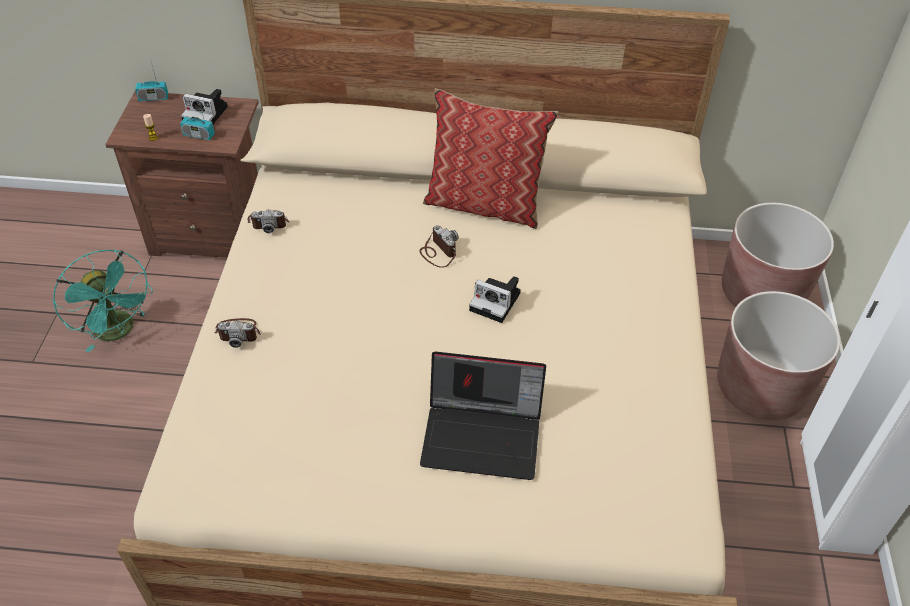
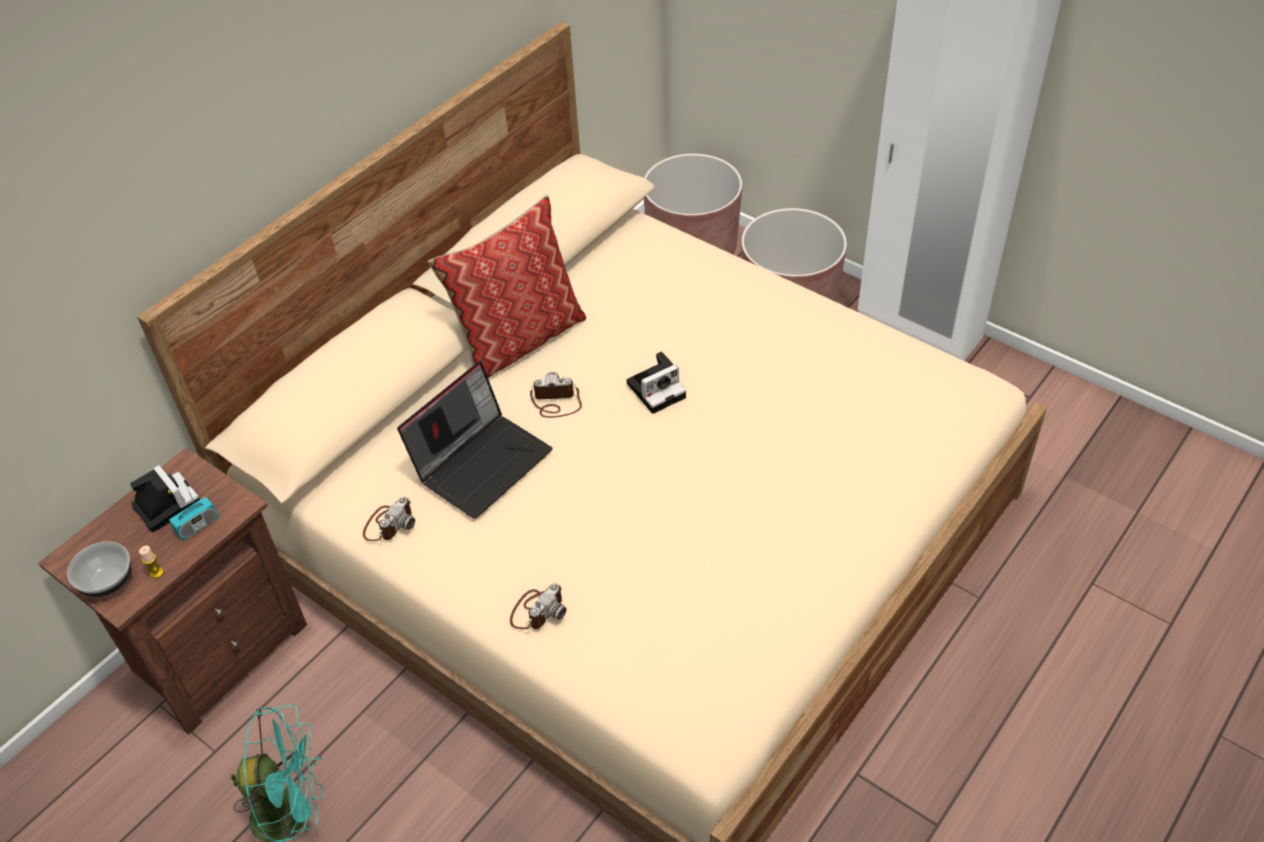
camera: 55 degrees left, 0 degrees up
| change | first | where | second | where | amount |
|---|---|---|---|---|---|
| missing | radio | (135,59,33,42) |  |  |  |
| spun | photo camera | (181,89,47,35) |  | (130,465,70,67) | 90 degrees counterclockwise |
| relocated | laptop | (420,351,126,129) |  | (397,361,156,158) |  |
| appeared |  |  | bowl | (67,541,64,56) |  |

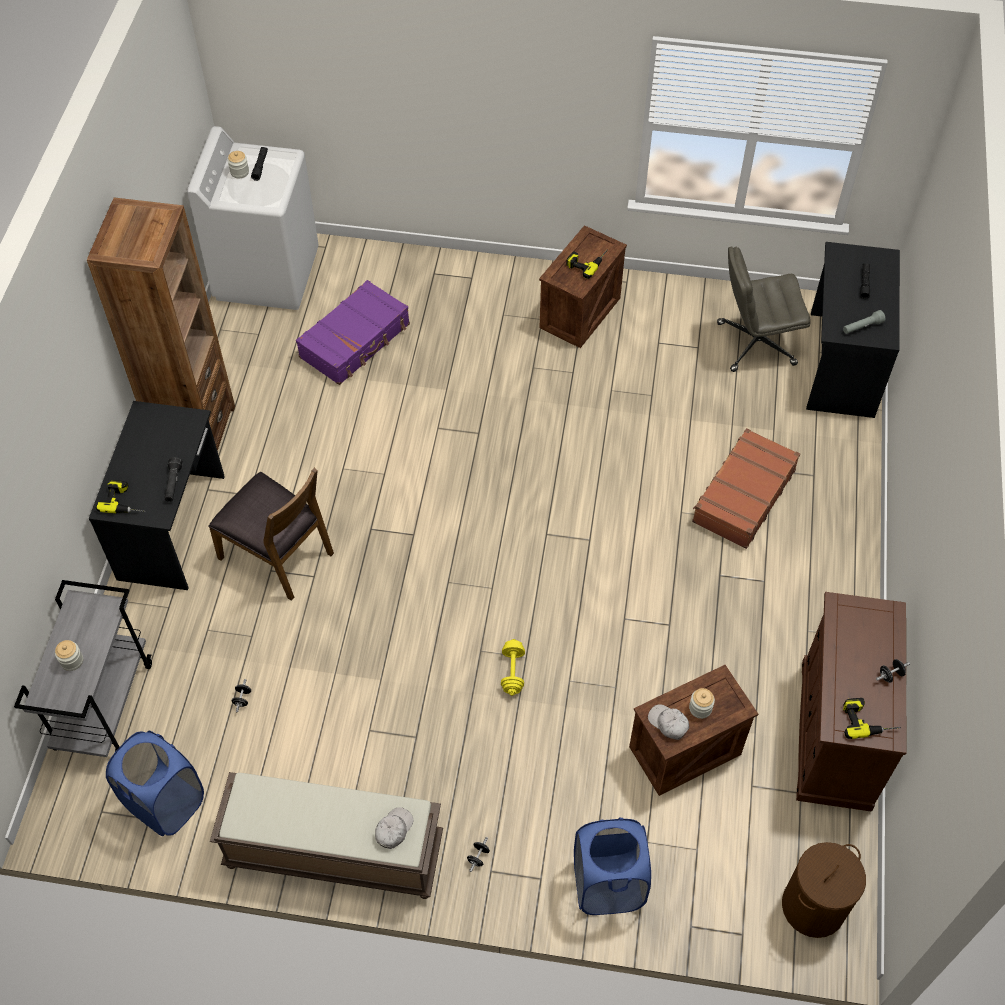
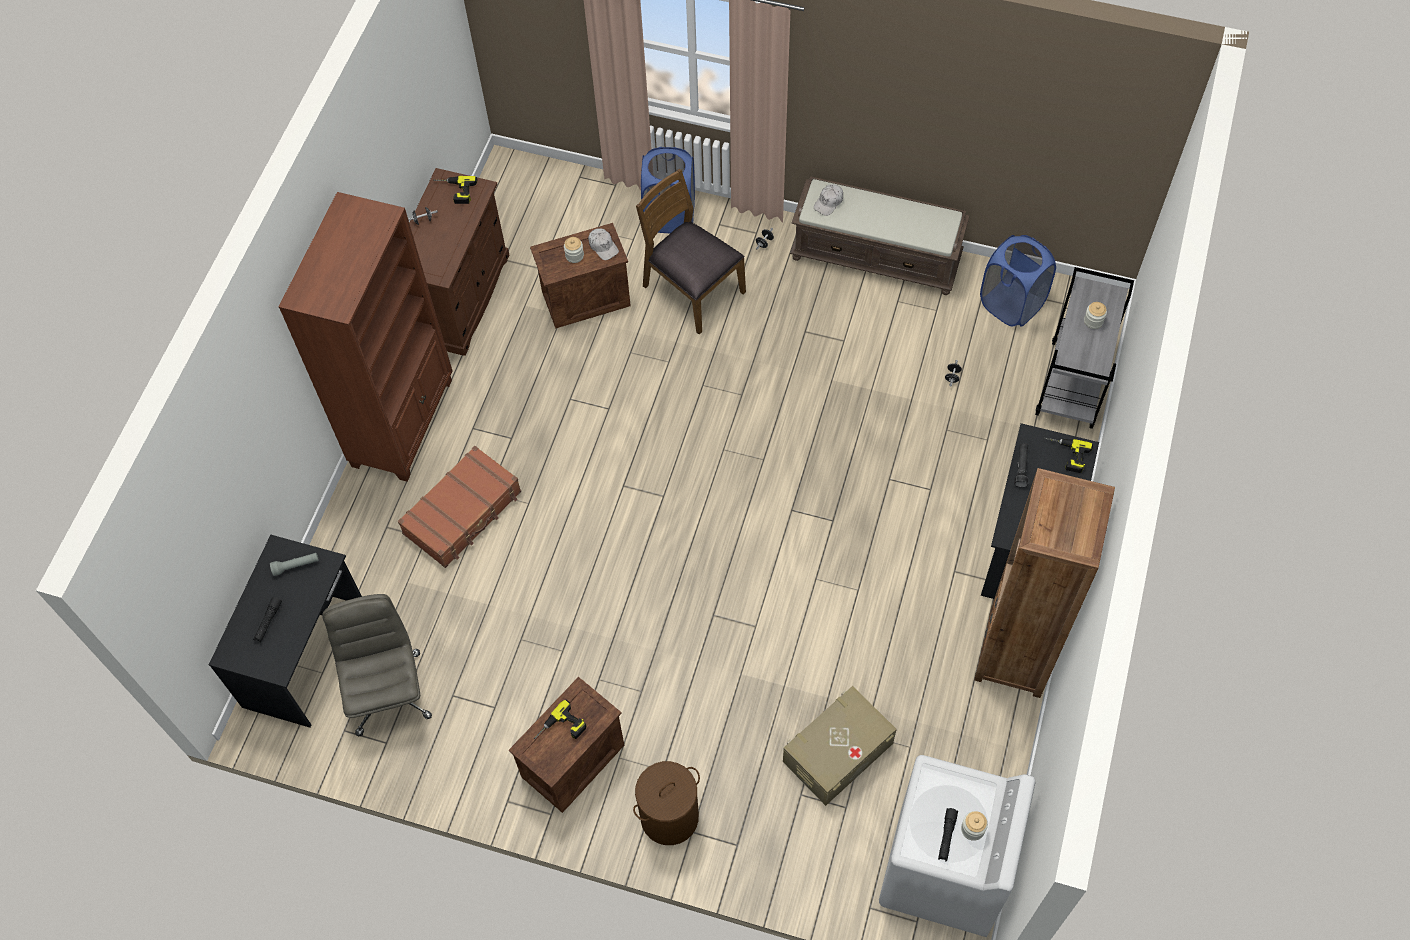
camera: 170 degrees left, 5 degrees up
| change | first | where | second | where | amount |
|---|---|---|---|---|---|
| spun | office chair (grey) | (717,246,94,126) |  | (322,594,110,142) | 105 degrees counterclockwise |
| exchanged | suitcase (purple) | (296,280,114,105) | storage box (beige) | (783,686,114,120) |  |
| relocated | chair (brown) | (208,468,126,133) |  | (636,169,110,166) |  |
| missing | dumbbell (yellow) | (501,639,24,57) |  |  |  |
| relocated | laundry basket (brown) | (782,842,84,96) |  | (633,761,67,84) |  |
| appeared |  |  | bookcase (brown) | (279,192,173,290) |  |

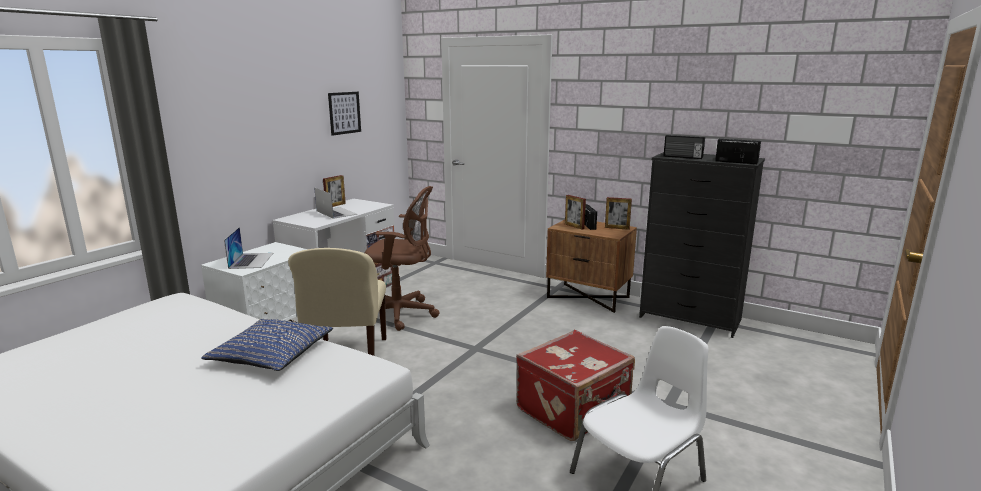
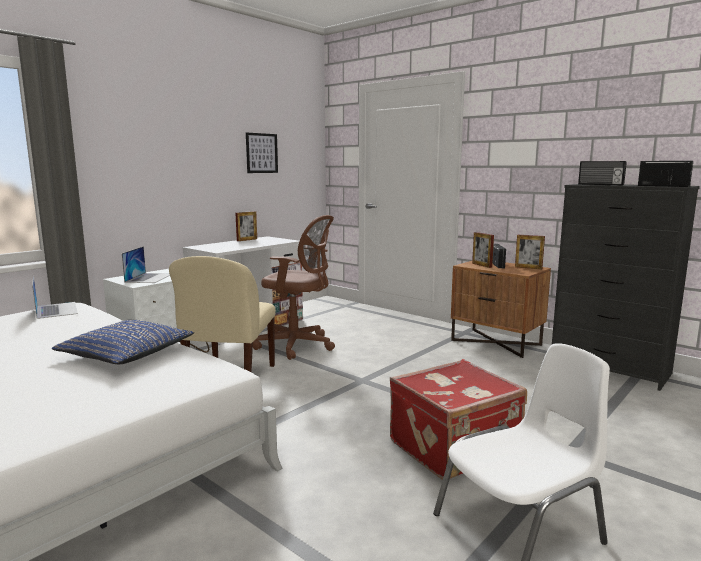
camera: 10 degrees right, 5 degrees down
| change | first | where | second | where | amount |
|---|---|---|---|---|---|
| relocated | laptop | (314,188,43,31) |  | (32,275,46,44) |  |

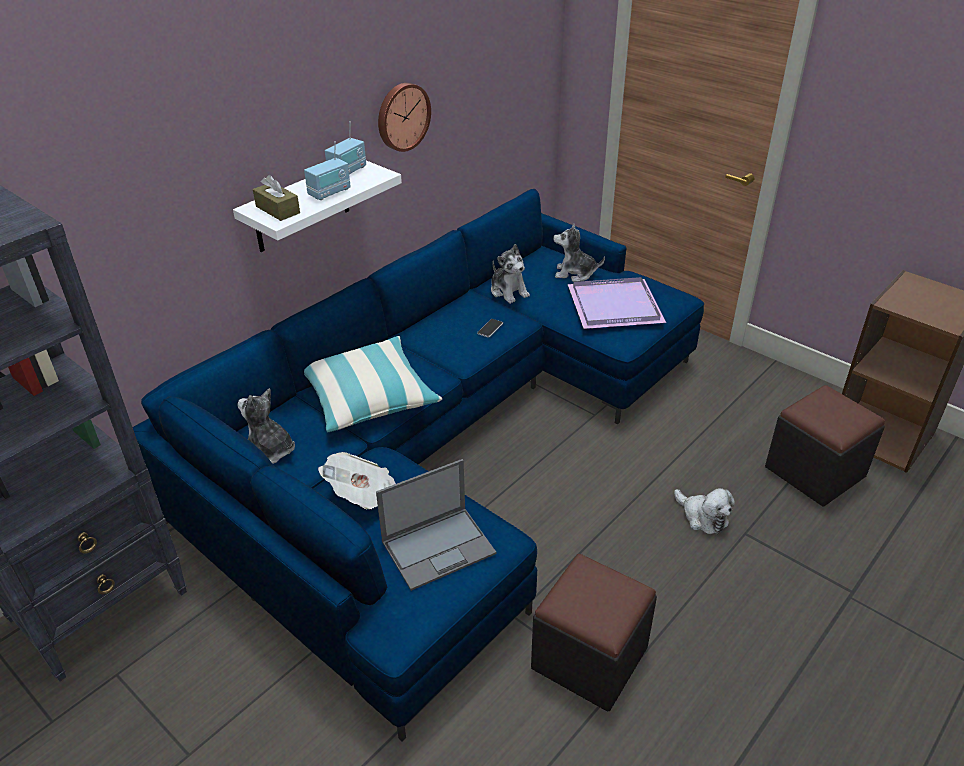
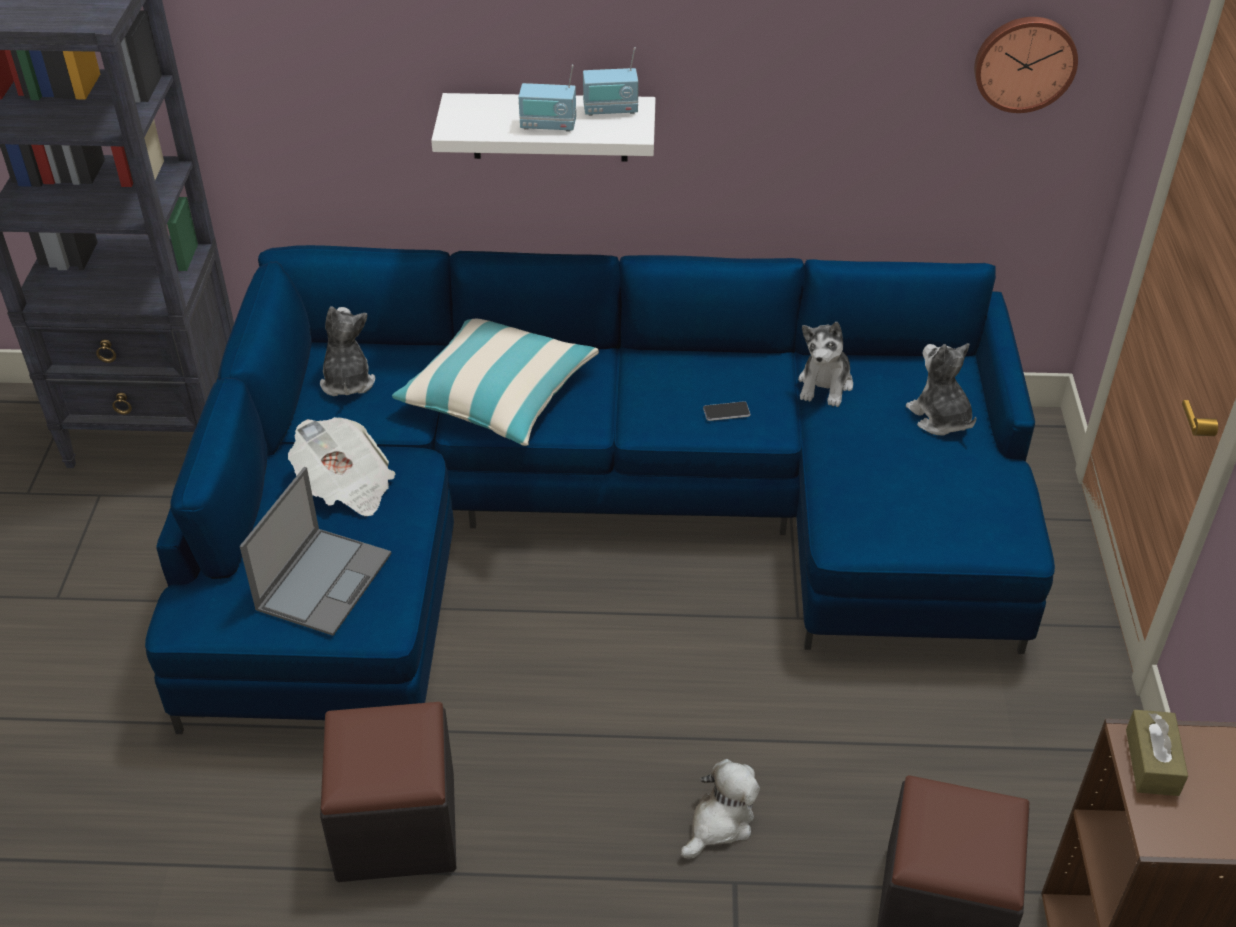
camera: 50 degrees right, 5 degrees up
| change | first | where | second | where | amount |
|---|---|---|---|---|---|
| relocated | wall clock | (378,83,53,69) |  | (974,17,104,96) |  |
| relocated | tissue box (brown) | (253,175,47,46) |  | (1126,710,62,86) |  |
| missing | tray (purple) | (568,277,98,52) |  |  |  |
| spun | laptop | (376,459,120,132) |  | (240,467,151,169) | 90 degrees counterclockwise |
| spun | plush toy | (674,488,61,46) |  | (681,759,79,100) | 150 degrees counterclockwise |

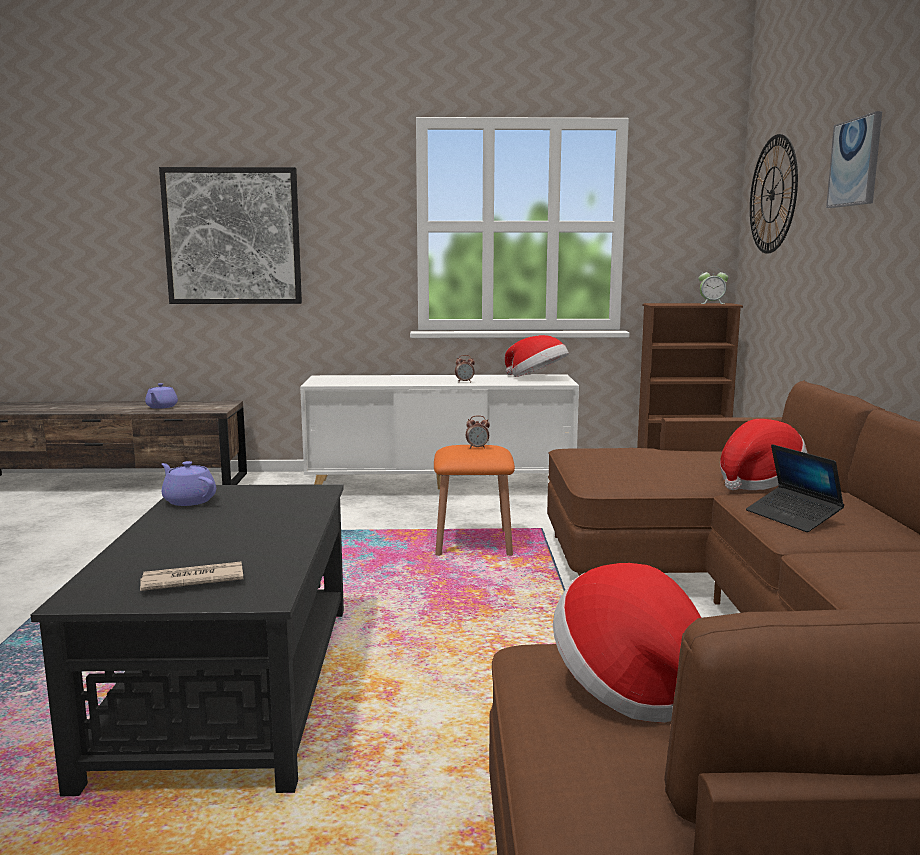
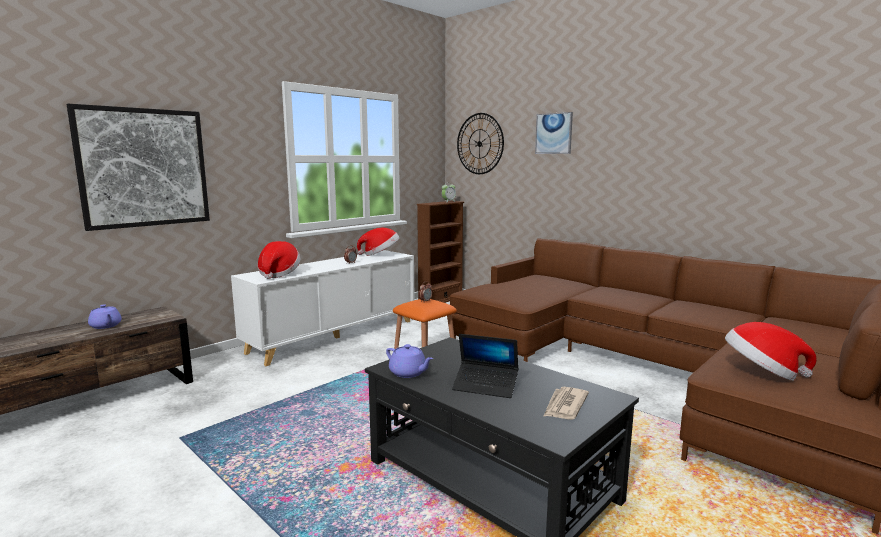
camera: 45 degrees left, 0 degrees up
| change | first | where | second | where | amount |
|---|---|---|---|---|---|
| relocated | hat | (720,419,87,71) |  | (257,241,43,38) |  |
| relocated | laptop | (746,444,98,88) |  | (452,334,66,64) |  |
| spun | teapot (purple) | (162,461,54,45) |  | (386,344,47,34) | 135 degrees counterclockwise |

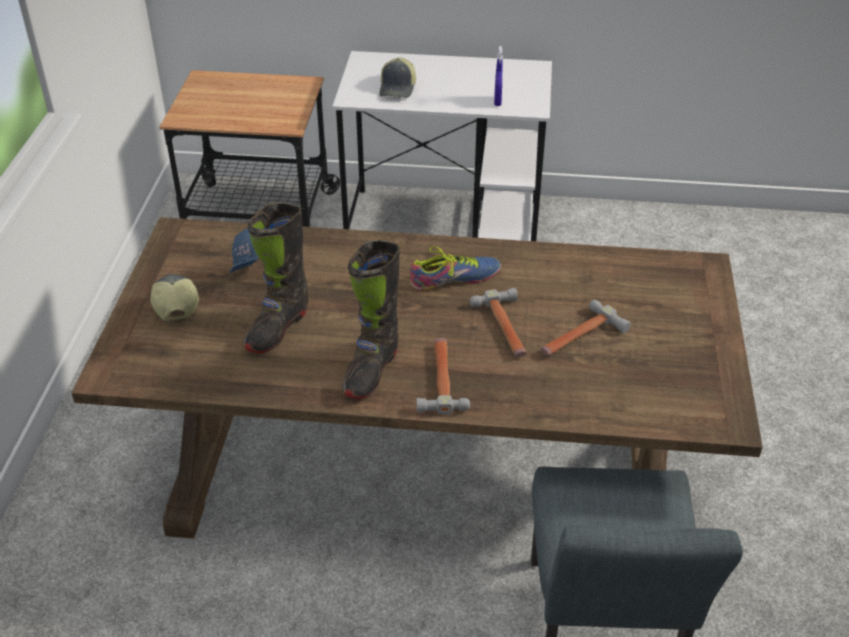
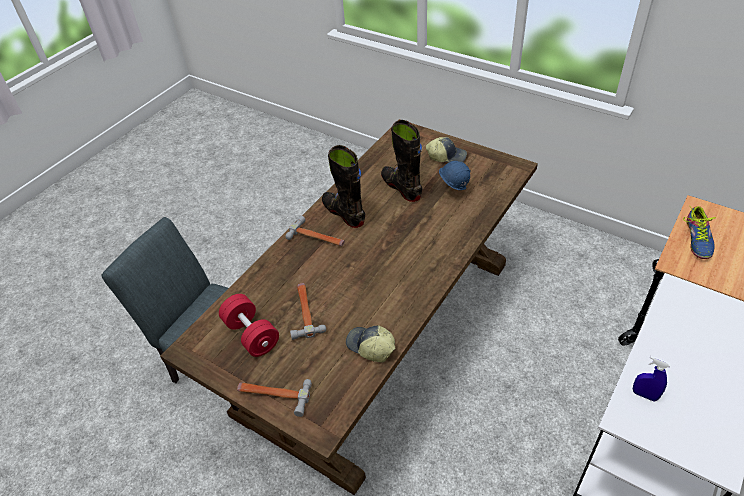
camera: 120 degrees right, 5 degrees up
| change | first | where | second | where | amount |
|---|---|---|---|---|---|
| relocated | cap | (379,57,37,41) |  | (346,326,49,36) |  |
| relocated | shoe | (410,246,91,45) |  | (683,206,33,53) |  |
| relocated | hammer | (470,288,57,69) |  | (237,379,75,38) |  |
| appeared |  |  | dumbbell (red) | (219,294,60,63) |  |

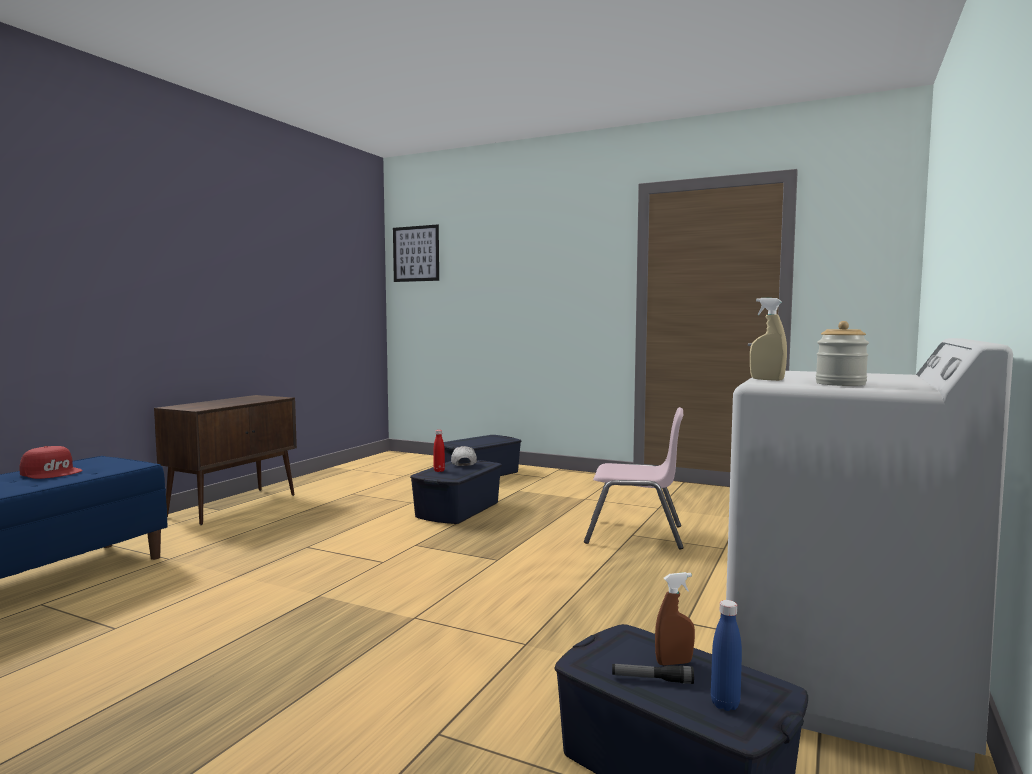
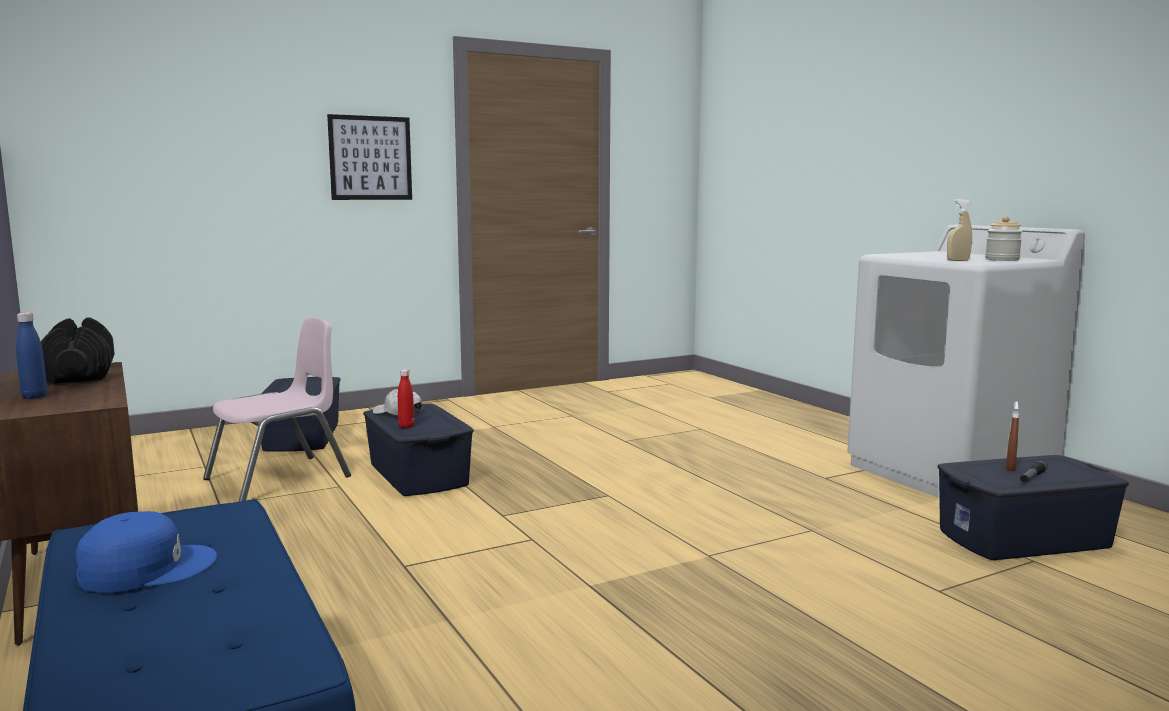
camera: 55 degrees left, 5 degrees up
| change | first | where | second | where | amount |
|---|---|---|---|---|---|
| relocated | picture | (393,225,46,57) |  | (327,114,85,86) |  |
| relocated | chair (pink) | (584,407,100,143) |  | (203,317,148,185) |  |
| colour | cap (red) | (20,446,62,33) | cap (blue) | (76,511,141,82) |  |
| relocated | bottle (blue) | (711,600,31,111) |  | (16,312,31,87) |  |
| appeared |  |  | dumbbell (black) | (41,317,74,67) |  |

